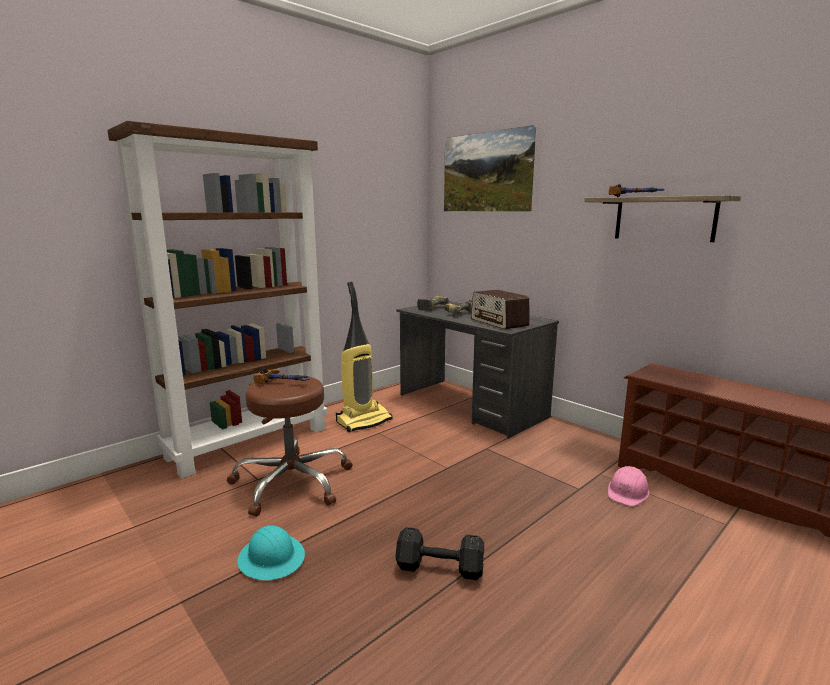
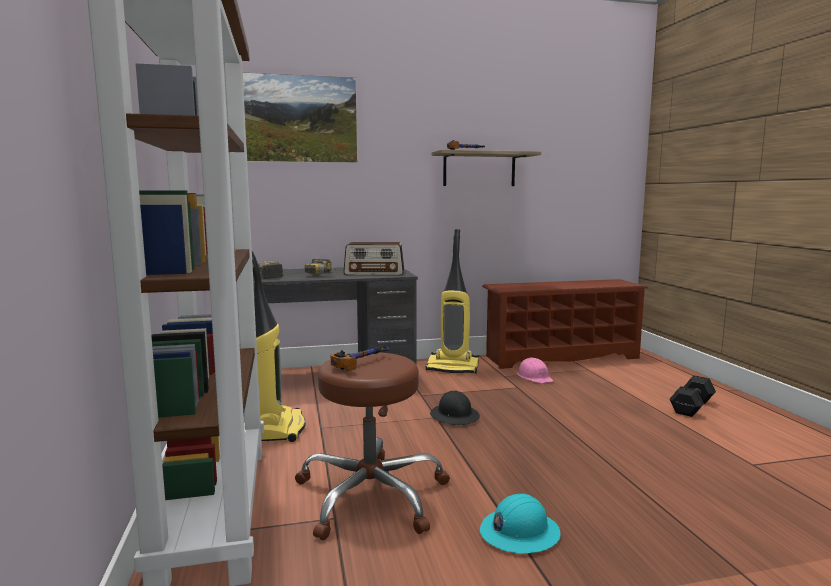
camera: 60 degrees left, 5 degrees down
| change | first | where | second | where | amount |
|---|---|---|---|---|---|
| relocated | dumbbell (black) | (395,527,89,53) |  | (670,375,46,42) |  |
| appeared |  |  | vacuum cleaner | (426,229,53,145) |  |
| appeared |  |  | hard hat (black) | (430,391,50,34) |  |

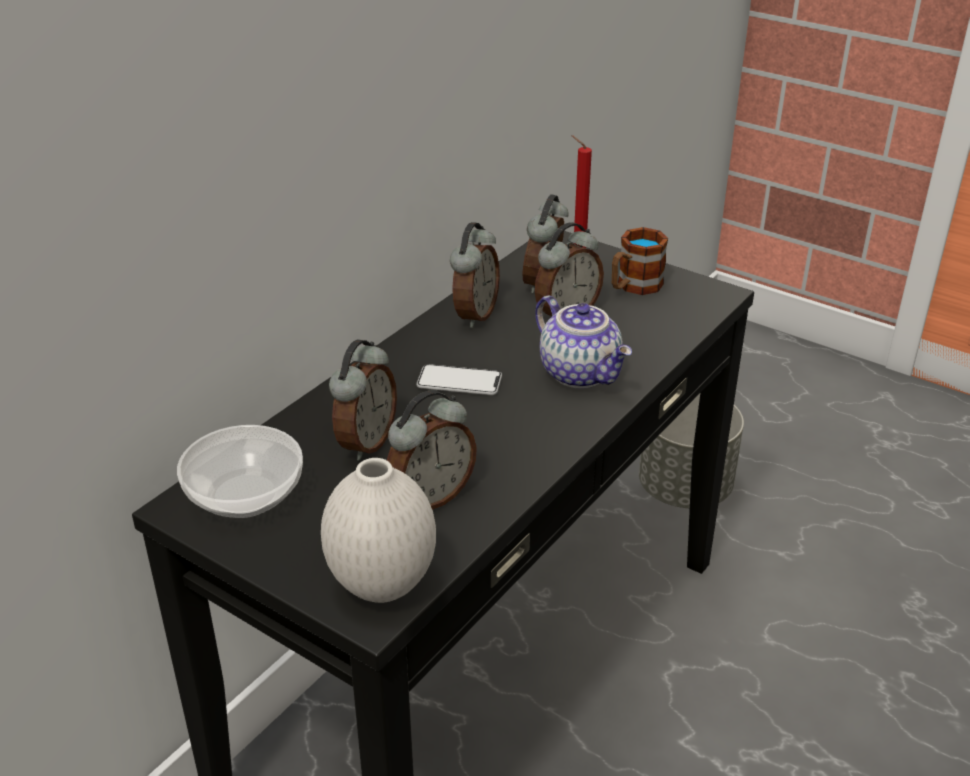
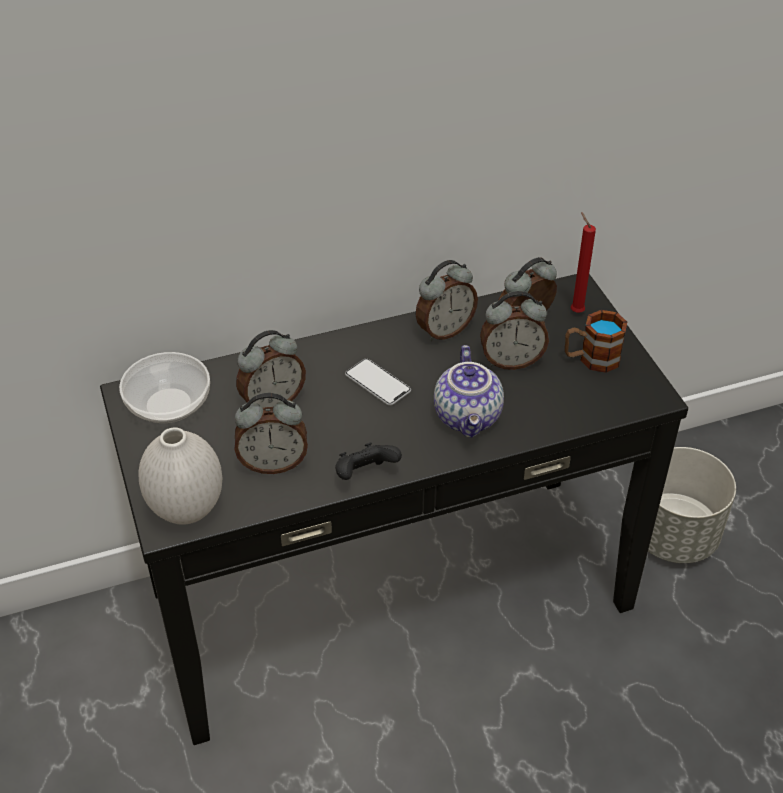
camera: 35 degrees right, 10 degrees up
| change | first | where | second | where | amount |
|---|---|---|---|---|---|
| appeared |  |  | game controller (black) | (335,442,67,38) |  |

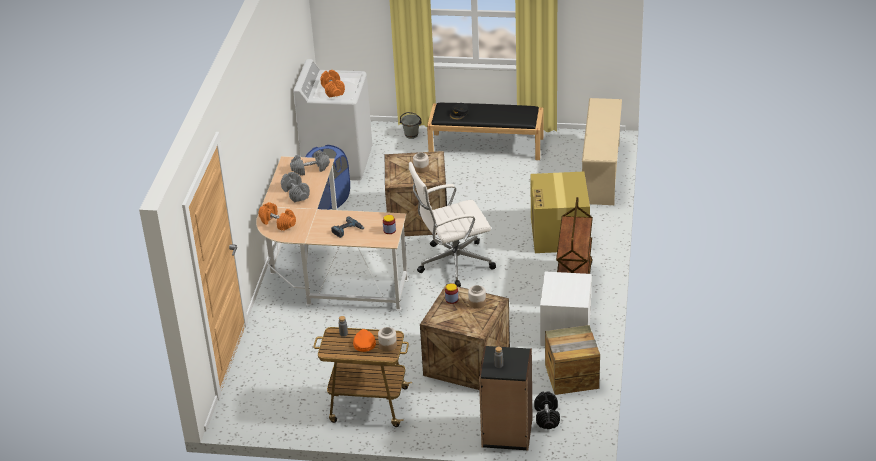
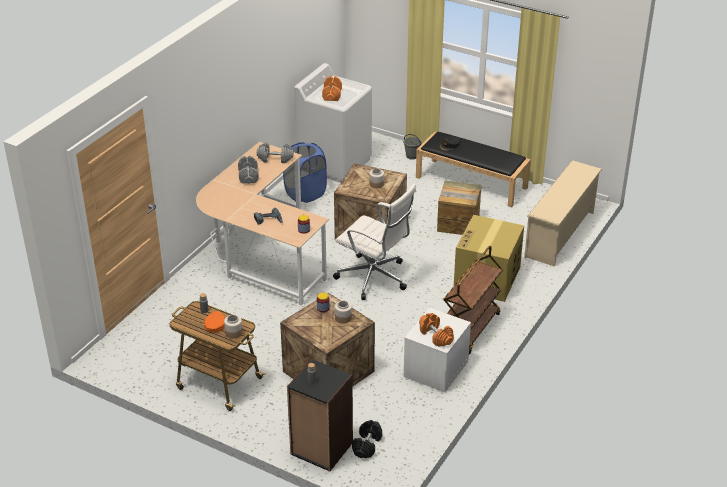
camera: 20 degrees right, 0 degrees up
| change | first | where | second | where | amount |
|---|---|---|---|---|---|
| spun | office chair (white) | (409,162,87,125) |  | (333,184,83,116) | 150 degrees counterclockwise |
| relocated | dumbbell (orange) | (259,202,37,29) |  | (419,313,35,34) |  |
| relocated | crate | (545,325,55,70) |  | (437,181,44,54) |  |

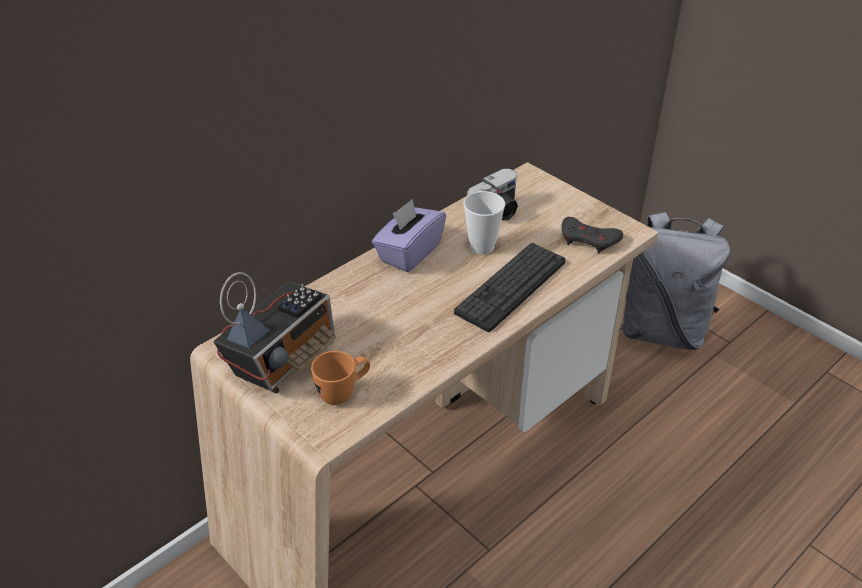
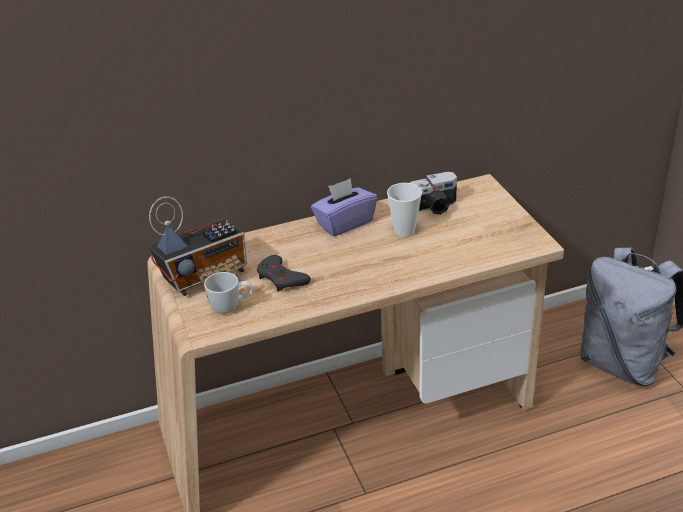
camera: 25 degrees right, 5 degrees down
| change | first | where | second | where | amount |
|---|---|---|---|---|---|
| relocated | game controller (grey) | (562,217,61,37) |  | (257,255,54,37) |  |
| missing | keyboard | (454,243,112,89) |  |  |  |
| colour | mug (orange) | (311,351,59,54) | mug (white) | (204,272,49,42) |  |

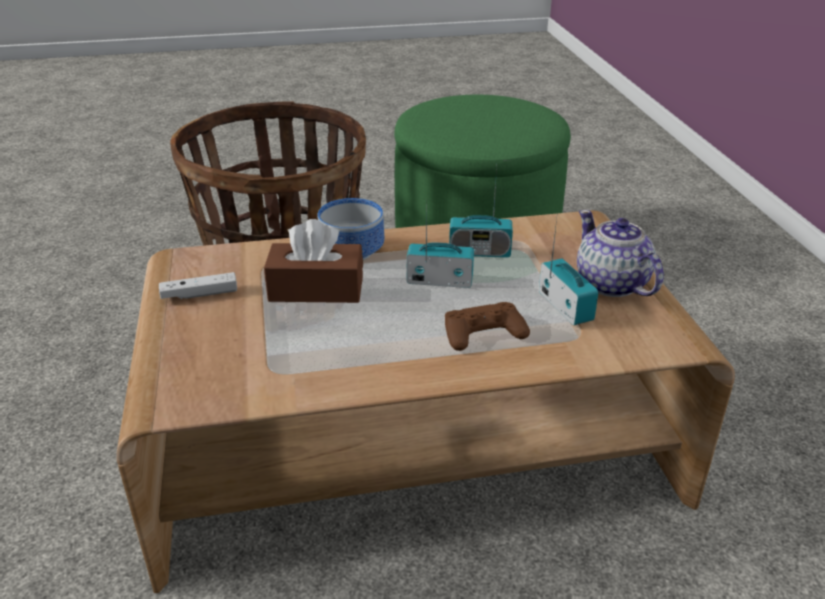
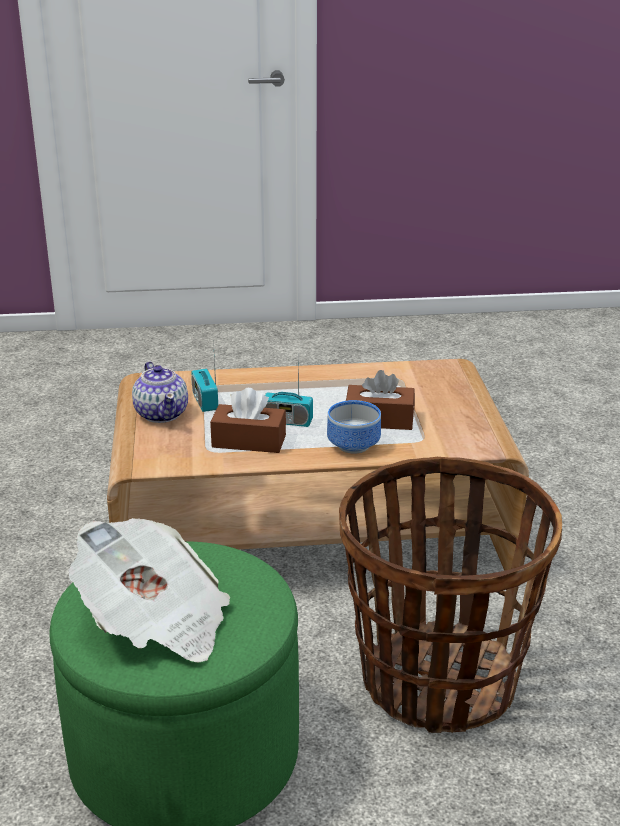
camera: 175 degrees left, 5 degrees down
| change | first | where | second | where | amount |
|---|---|---|---|---|---|
| exchanged | radio | (449,167,64,91) | tissue box (brown) | (210,388,76,65) |  |
| missing | game controller (white) | (159,272,78,27) |  |  |  |
| missing | game controller (brown) | (445,302,85,49) |  |  |  |
| appeared |  |  | newspaper | (68,518,162,145) |  |

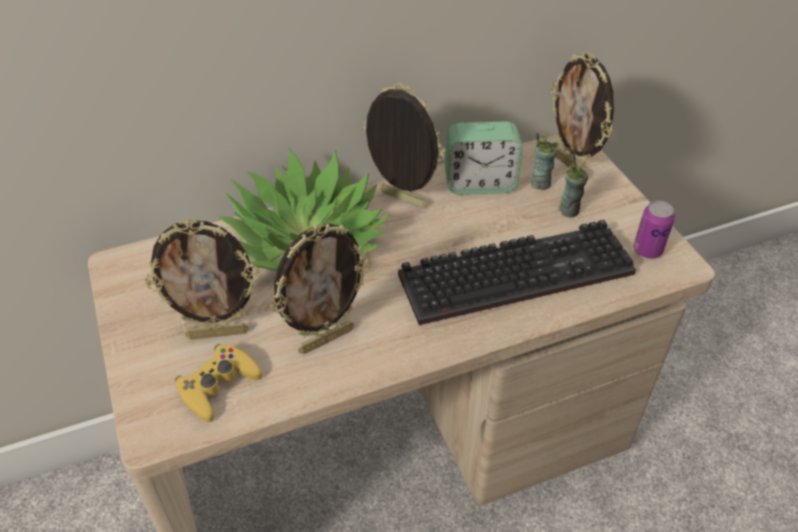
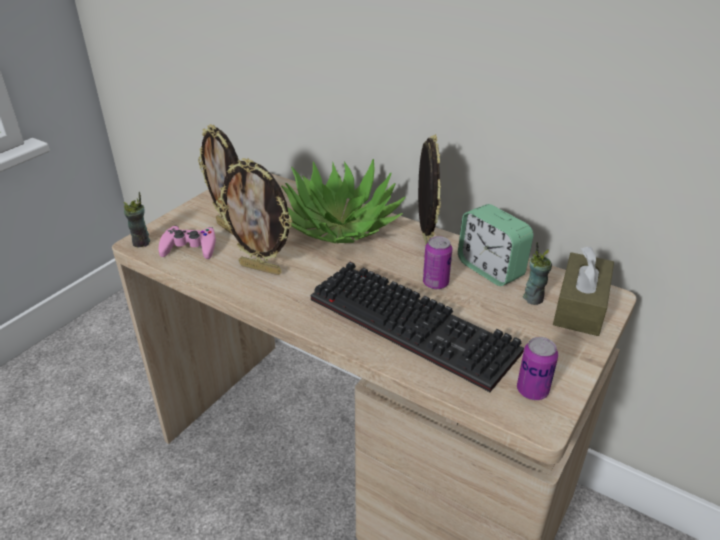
camera: 55 degrees right, 10 degrees down
| change | first | where | second | where | amount |
|---|---|---|---|---|---|
| exchanged | picture frame | (551,52,63,122) | tissue box (brown) | (553,247,61,89) |  |
| relocated | cup | (558,153,30,64) |  | (123,192,27,56) |  |
| colour | game controller (yellow) | (175,344,87,78) | game controller (pink) | (158,226,58,33) |  |
| appeared |  |  | can | (423,236,29,53) |  |

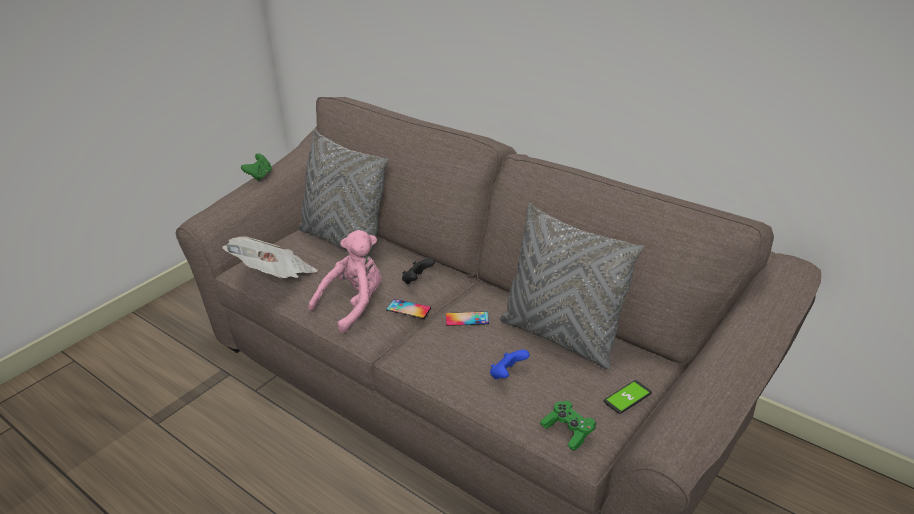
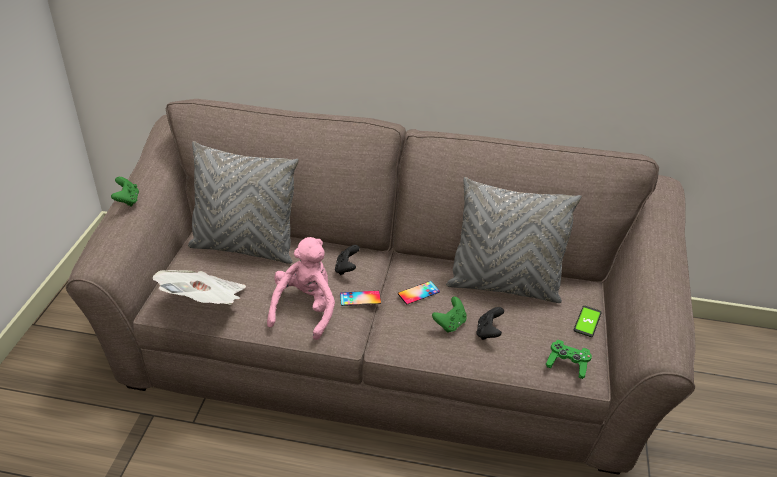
camera: 30 degrees left, 5 degrees up
| change | first | where | second | where | amount |
|---|---|---|---|---|---|
| colour | game controller (blue) | (490,350,40,29) | game controller (black) | (476,307,28,33) |  |
| appeared |  |  | game controller (green) | (432,297,35,36) |  |

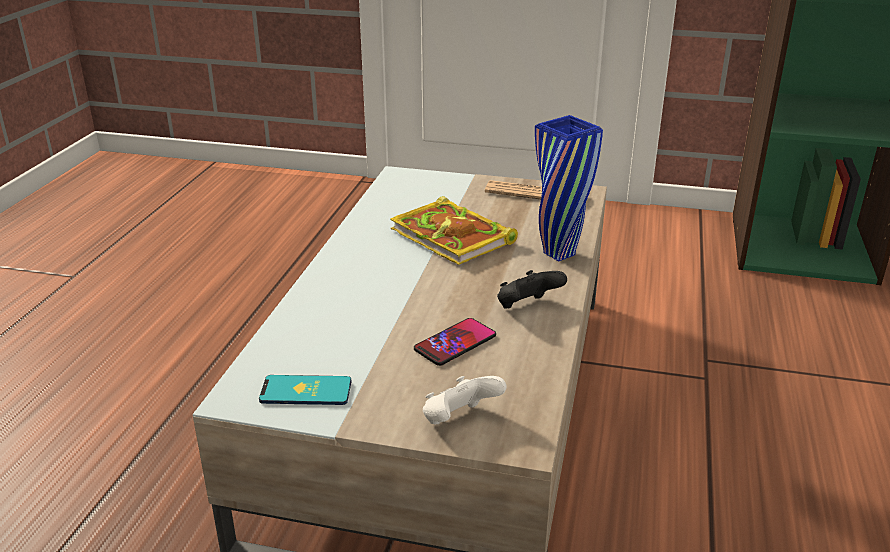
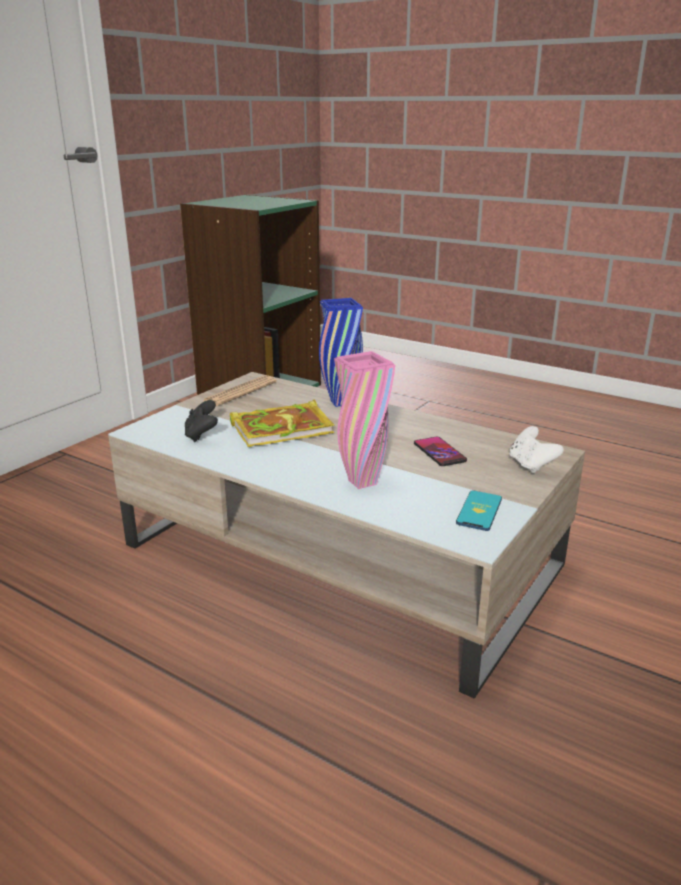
camera: 70 degrees left, 5 degrees down
| change | first | where | second | where | amount |
|---|---|---|---|---|---|
| relocated | game controller (black) | (497,270,70,39) |  | (185,400,33,42) |  |
| appeared |  |  | vase (pink) | (334,351,61,138) |  |

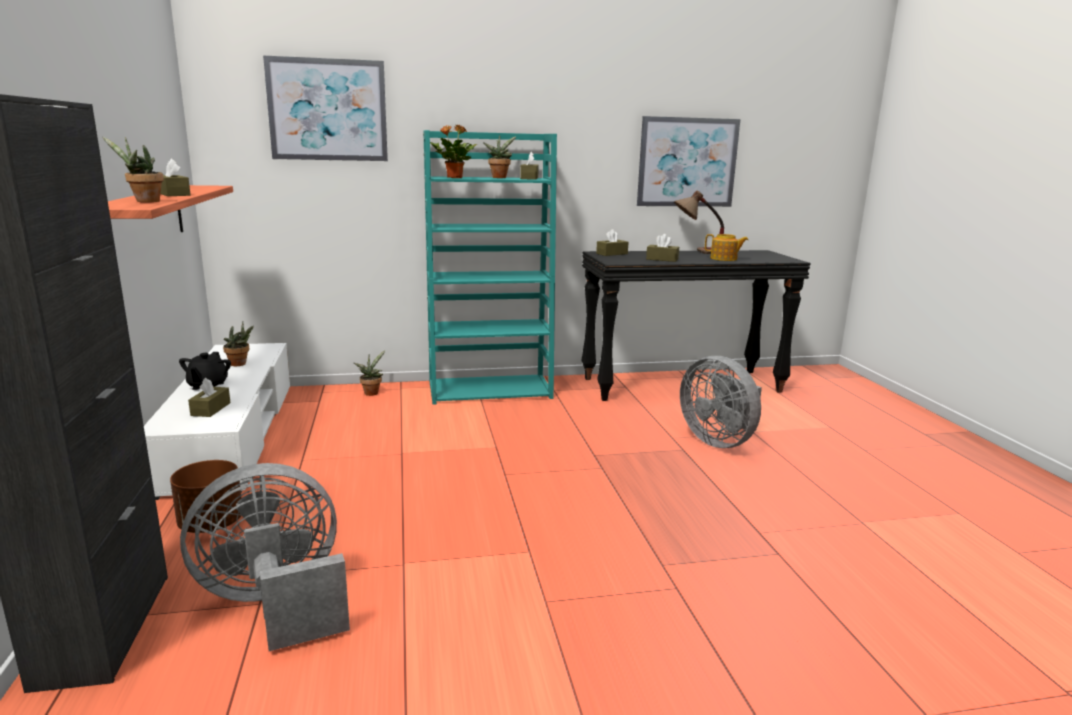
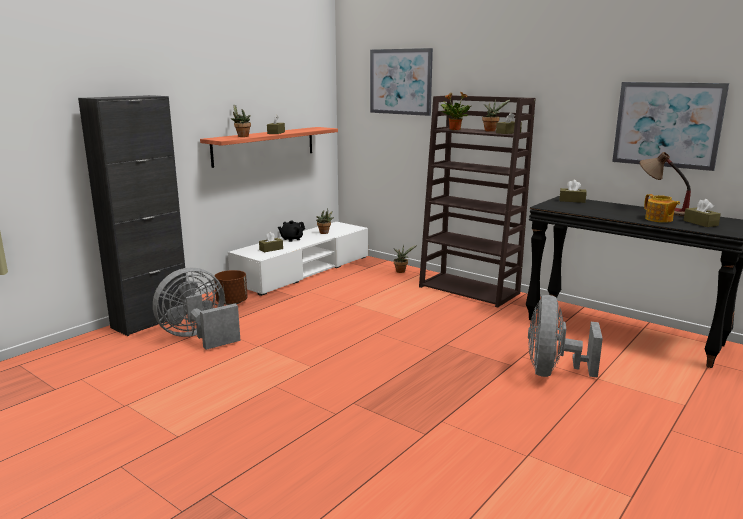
camera: 50 degrees right, 0 degrees up
| change | first | where | second | where | amount |
|---|---|---|---|---|---|
| colour | bookcase (turquoise) | (423,130,134,275) | bookcase (brown) | (419,95,117,213) |  |
| relocated | tissue box (brown) | (646,234,33,28) |  | (684,199,37,28) |  |
| spun | fan (grey) | (180,463,170,188) |  | (153,268,88,82) | 60 degrees counterclockwise |

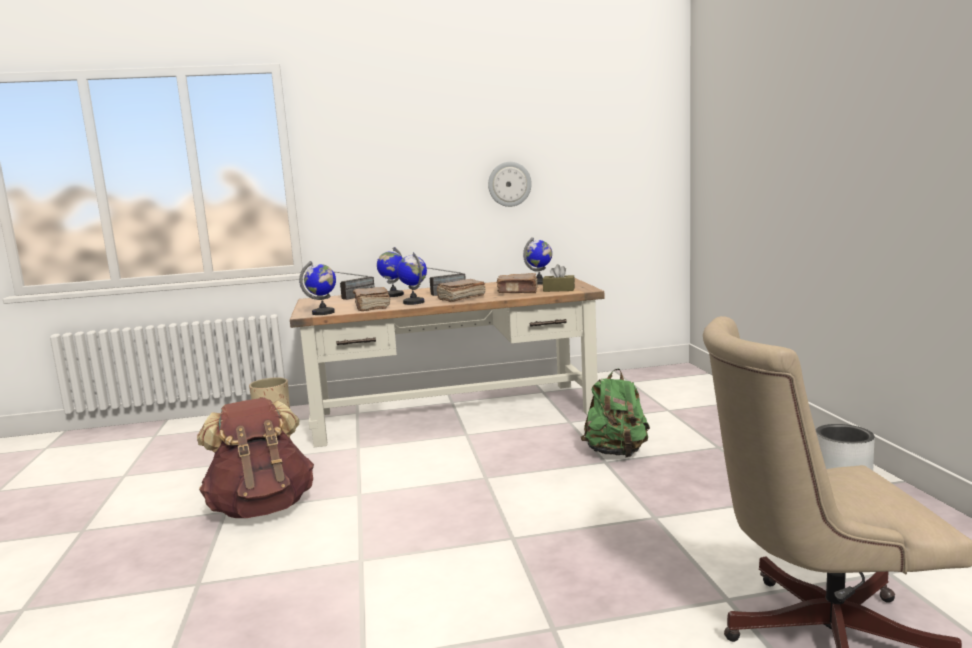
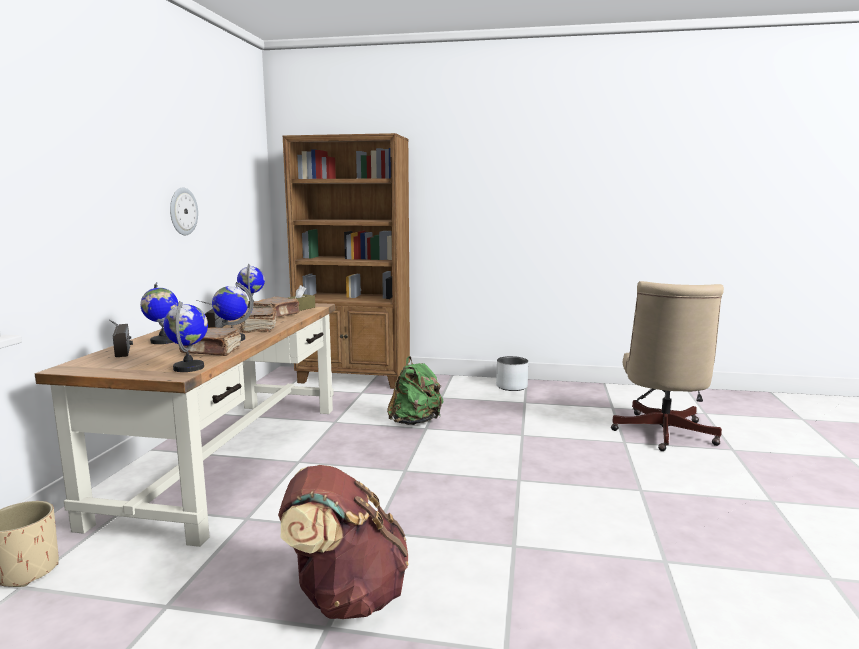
camera: 70 degrees left, 0 degrees up
| change | first | where | second | where | amount |
|---|---|---|---|---|---|
| appeared |  |  | bookcase (brown) | (283,133,127,256) |  |

